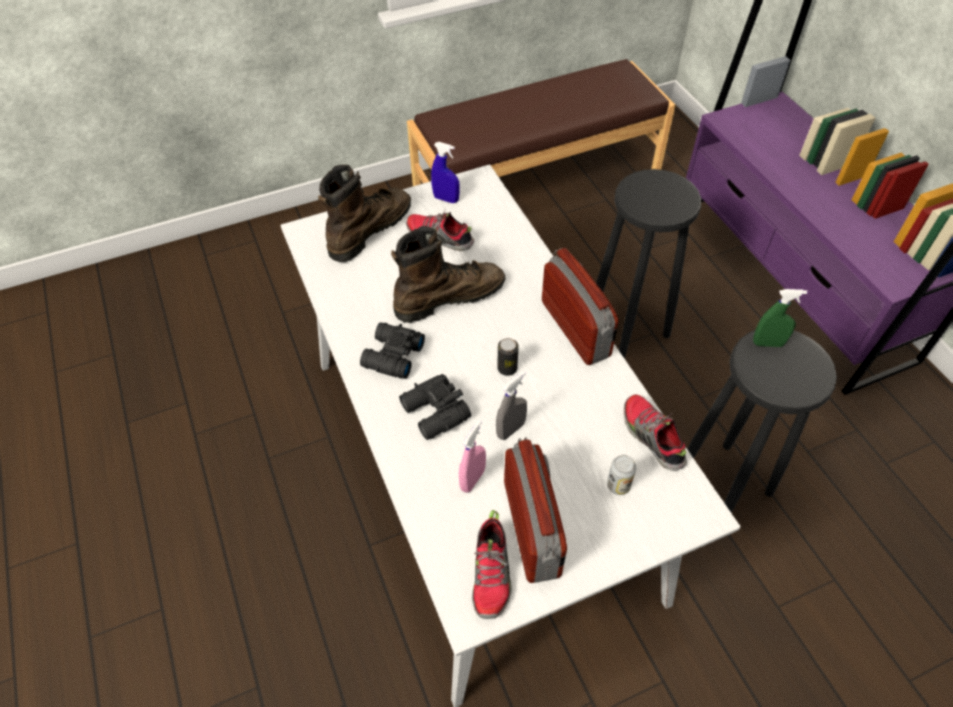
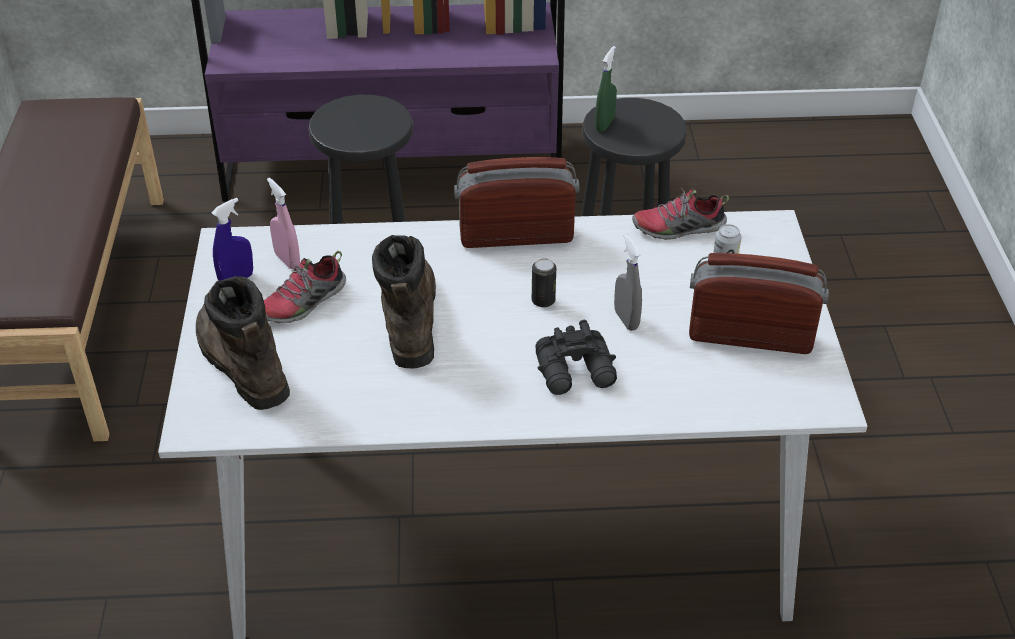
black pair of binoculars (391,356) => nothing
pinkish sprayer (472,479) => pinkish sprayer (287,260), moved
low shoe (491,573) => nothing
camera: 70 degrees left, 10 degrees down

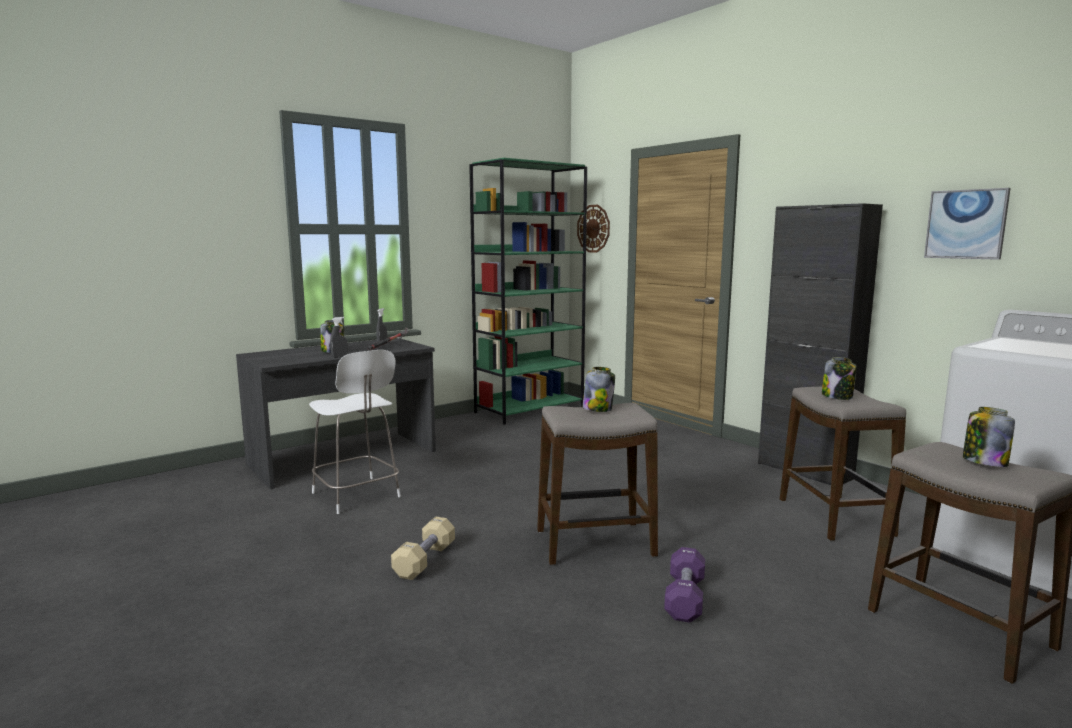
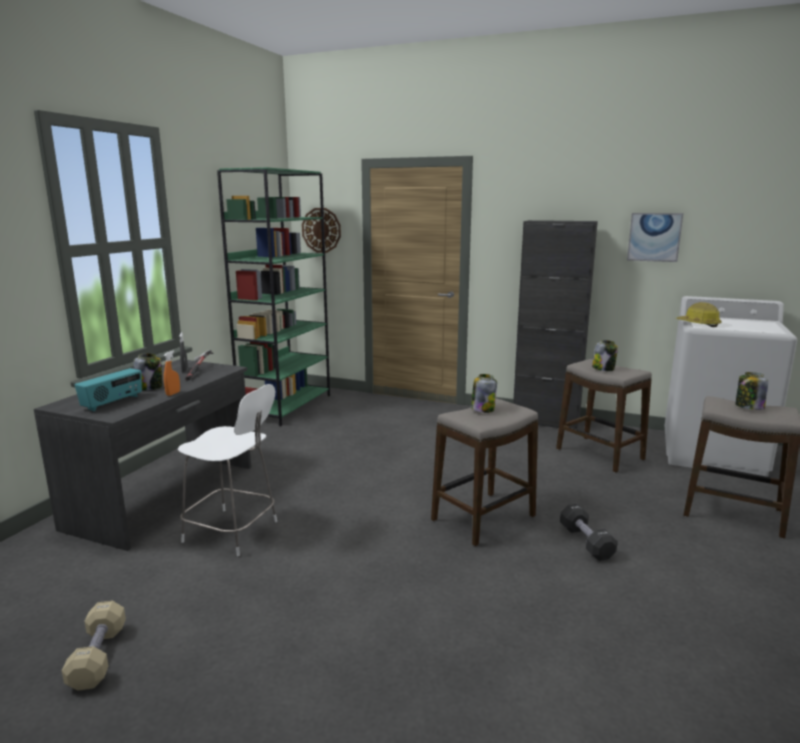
gray sprayer (339,357) => orange sprayer (173,393)
beige hand weight (425,561) => beige hand weight (98,657), moved
purple-coloured hand weight (685,598) => black hand weight (586,542)
nothing => radio receiver (113,403)
nothing => safety helmet (698,324)
camera: 30 degrees left, 5 degrees up

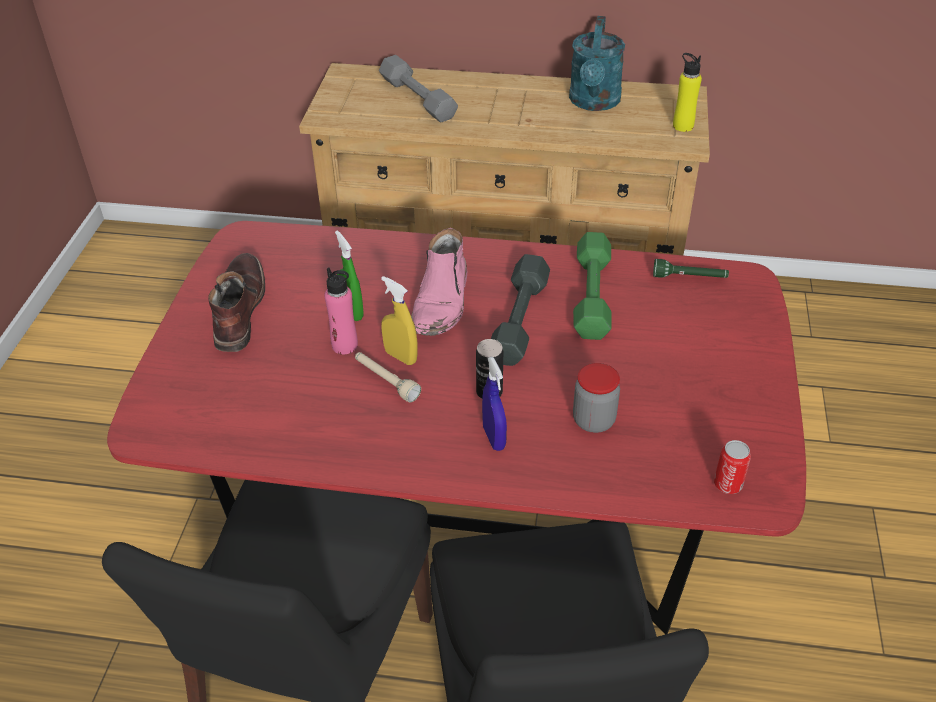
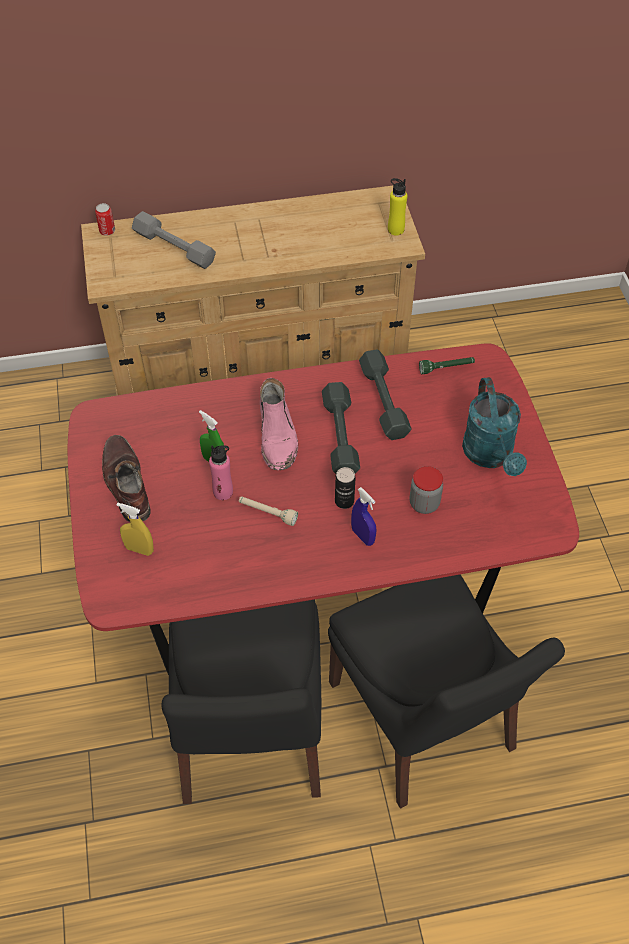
yellow sprayer (400,357) => yellow sprayer (139,549), moved
turquoise watering pot (594,103) => turquoise watering pot (491,456), moved
green-coloured hand weight (591,295) => gray hand weight (383,401)
can (728,484) => can (107,231), moved
camera: 20 degrees left, 10 degrees up

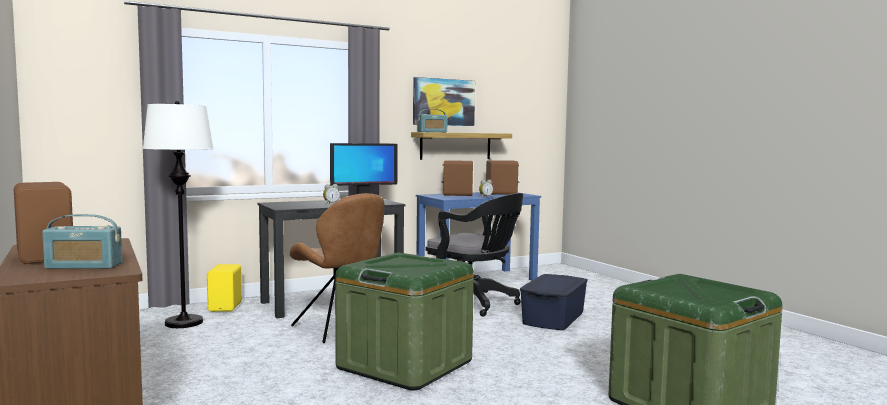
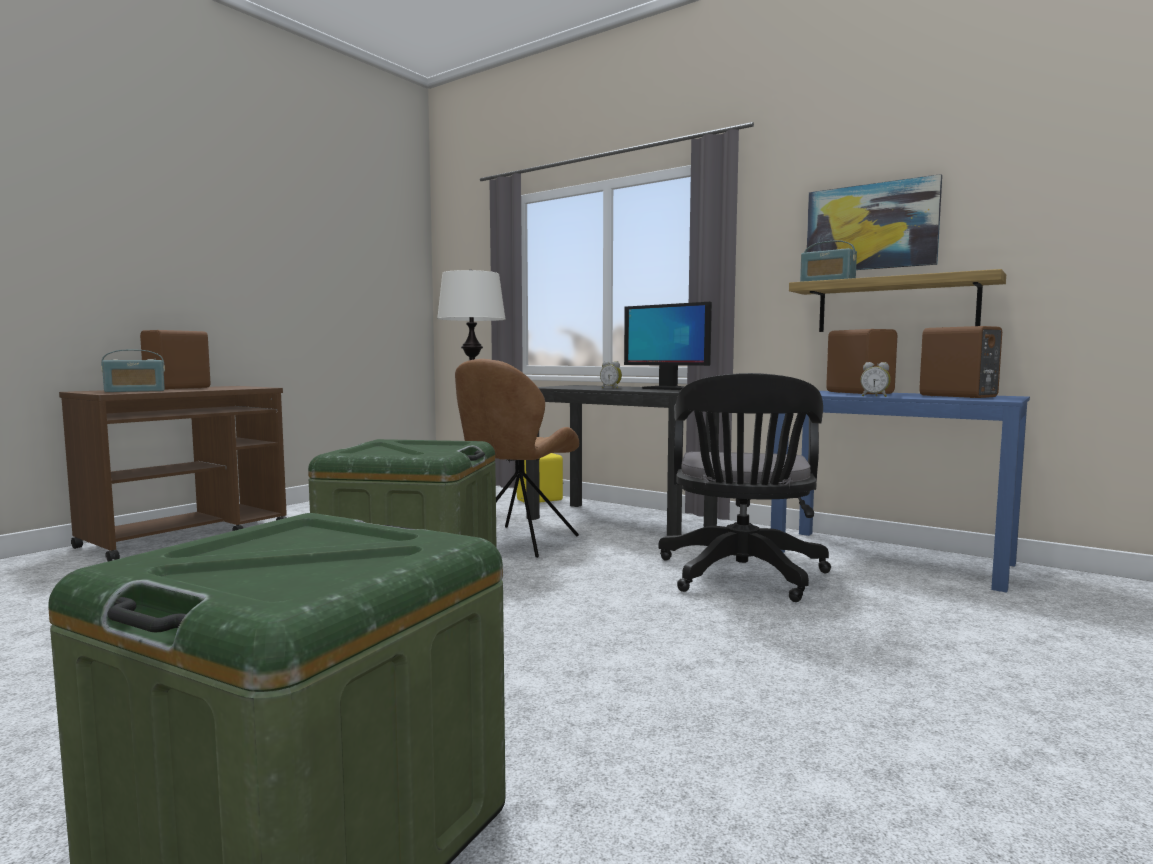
radio receiver (84,266) => radio receiver (135,391), 90 degrees counterclockwise
blue-coloured storage bin (553,318) => nothing
camera: 65 degrees right, 0 degrees up

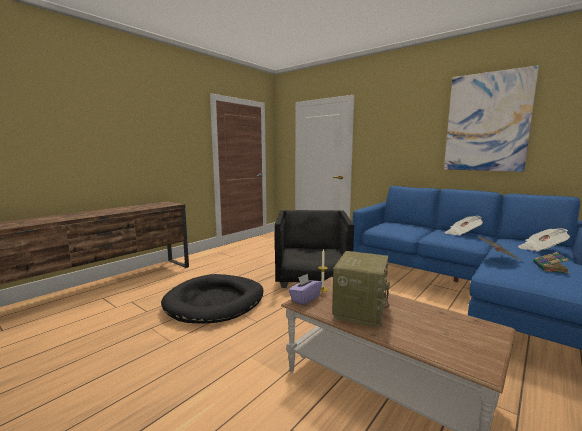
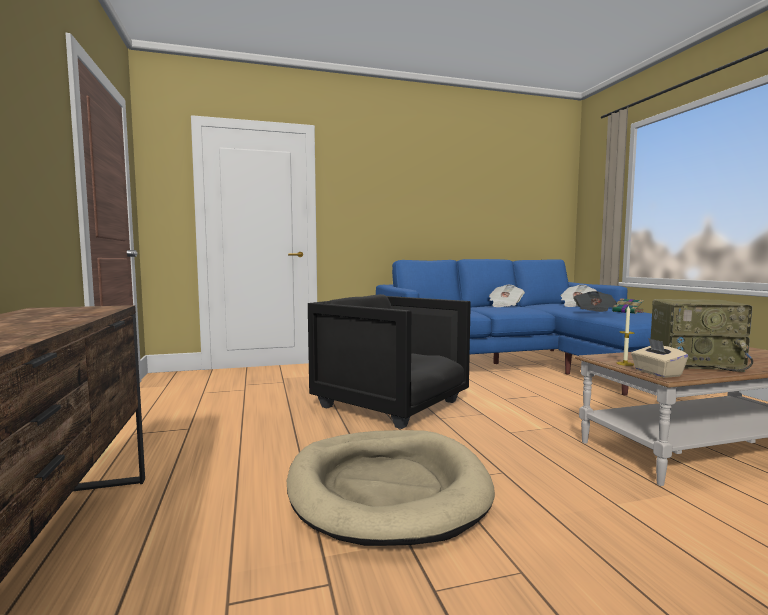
black dog bed (215,302) => beige dog bed (387,489)
purple-coloured tissue holder (305,299) => beige tissue holder (656,373)
radio receiver (359,309) => radio receiver (695,364), 135 degrees clockwise
wall picture (487,122) => nothing
camera: 55 degrees left, 5 degrees down

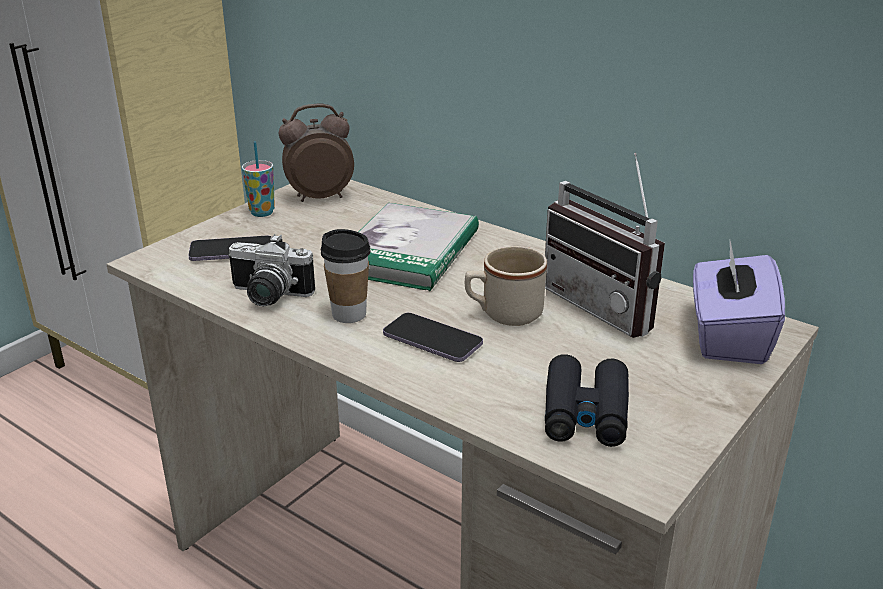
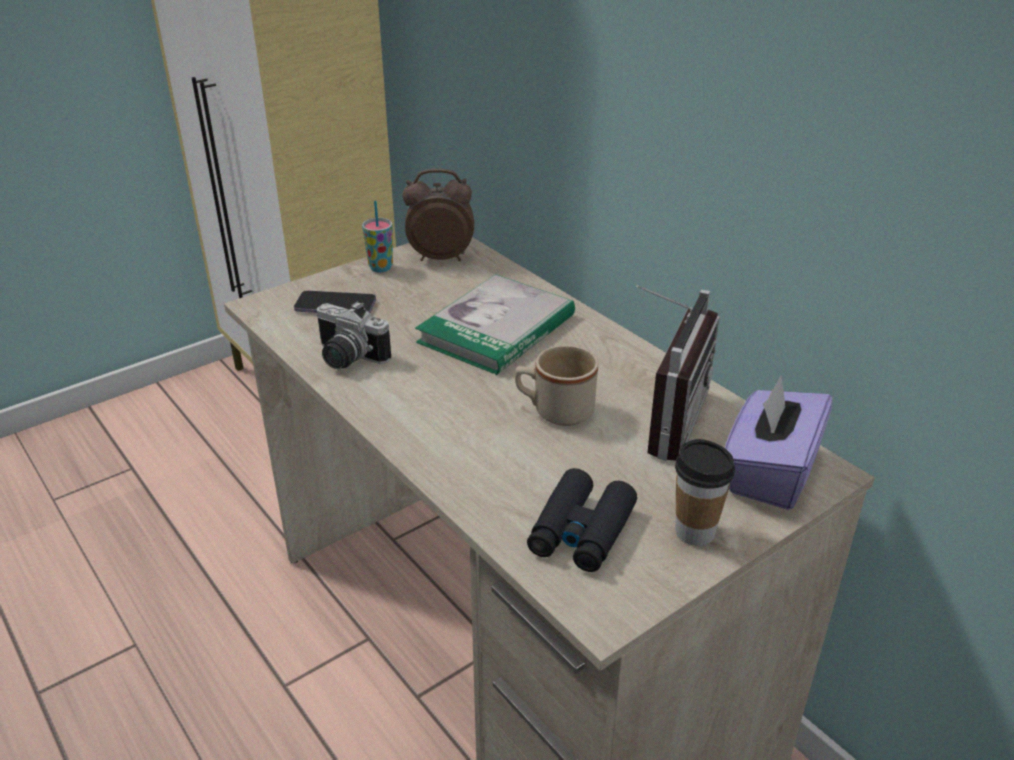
drinking cup (349,314) => drinking cup (694,532), moved
handset (432,340) => nothing
radio receiver (608,306) => radio receiver (662,418), 135 degrees counterclockwise
camera: 15 degrees right, 5 degrees up

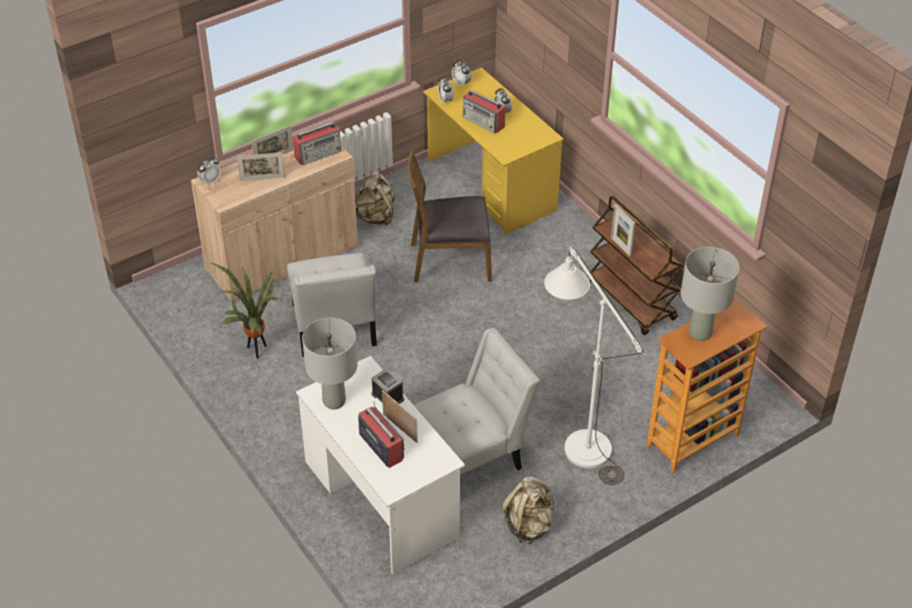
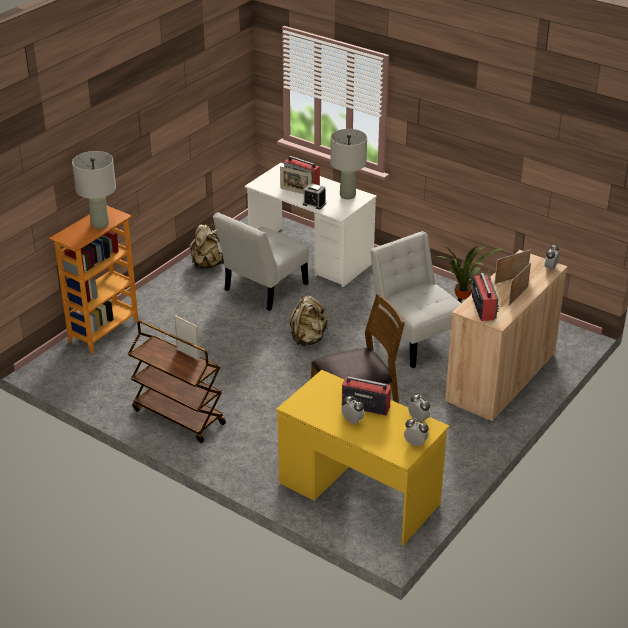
radio receiver (318,154) => radio receiver (483,307), 135 degrees clockwise
beige knapsack (375,217) => beige knapsack (308,338), moved
white-coloured standard lamp (579,440) => nothing
camera: 160 degrees right, 10 degrees down

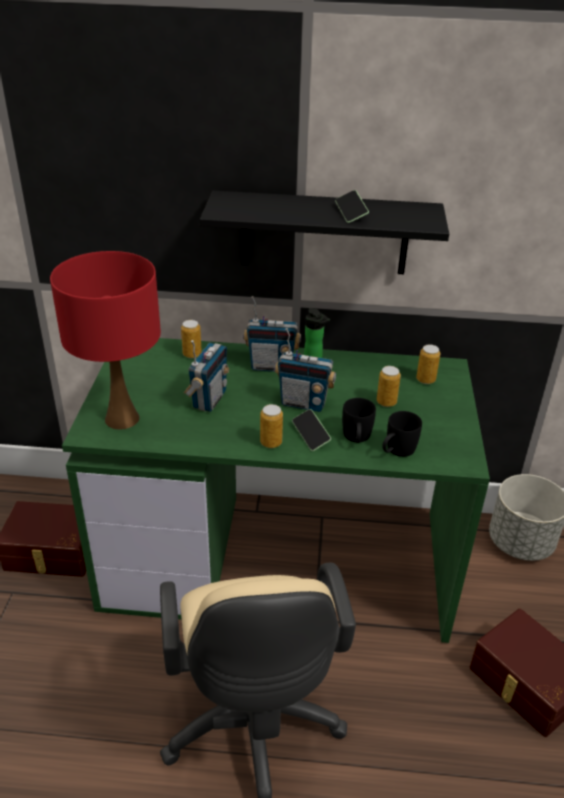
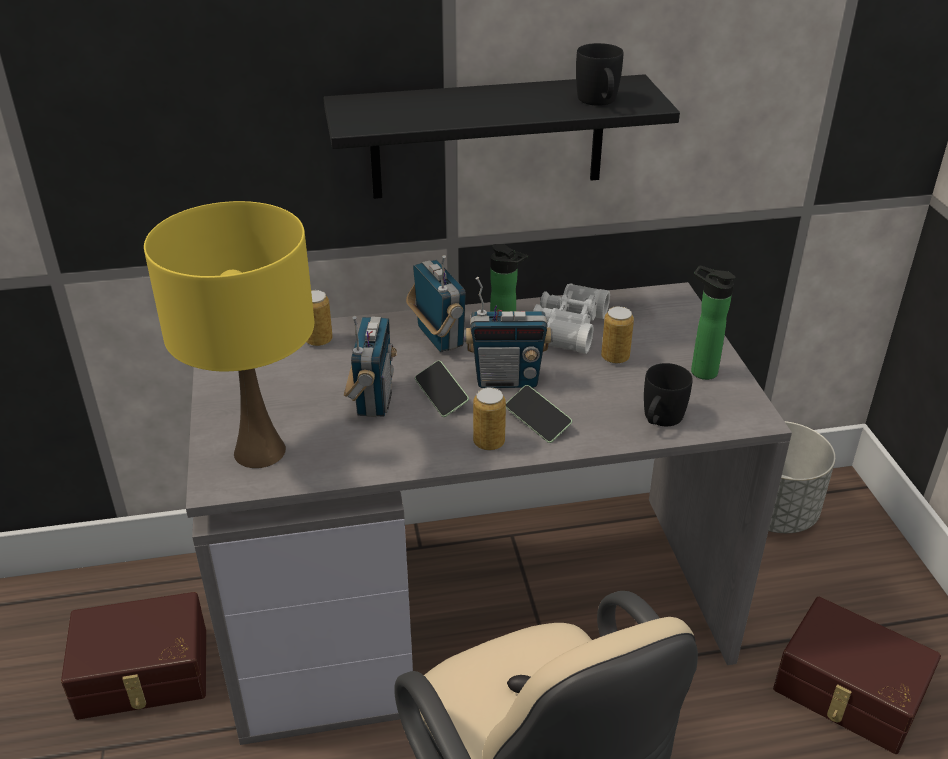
red tabletop lamp (121,419) => yellow tabletop lamp (258,451)
green-coloured desk unit (280,558) => gray desk unit (476,604)
radio receiver (271,366) => radio receiver (438,337), 105 degrees counterclockwise
handset (351,213) => handset (441,396), moved
black mug (356,438) => black mug (599,102), moved
can (425,380) => nothing
nothing => white-coloured pair of binoculars (567,327)
nothing => bottle (700,371)
camera: 15 degrees left, 0 degrees up

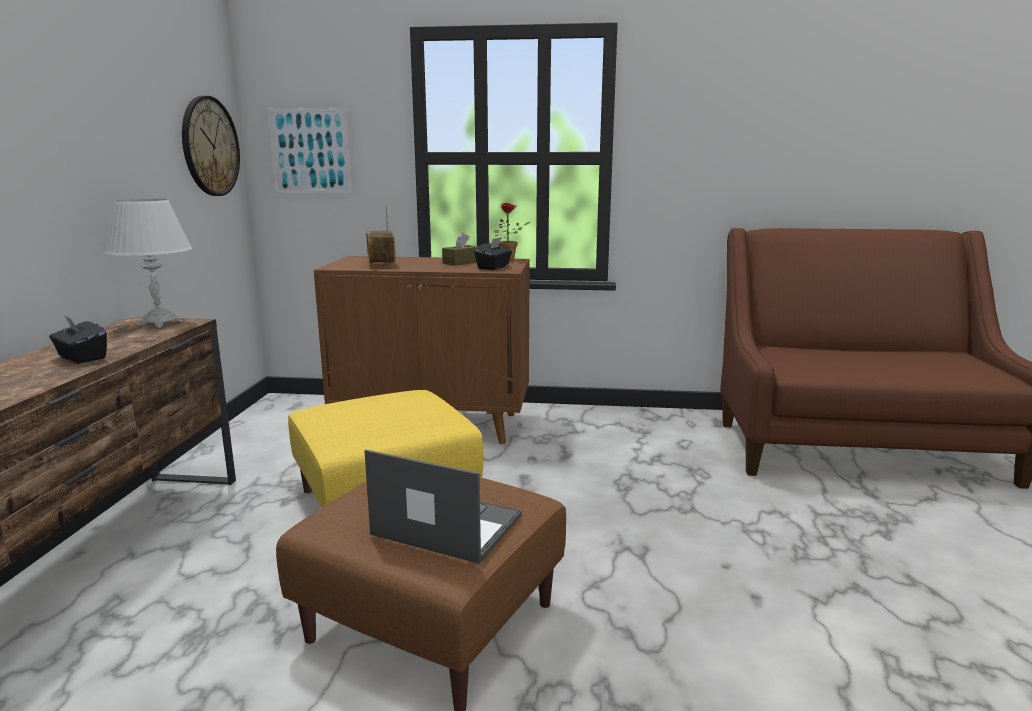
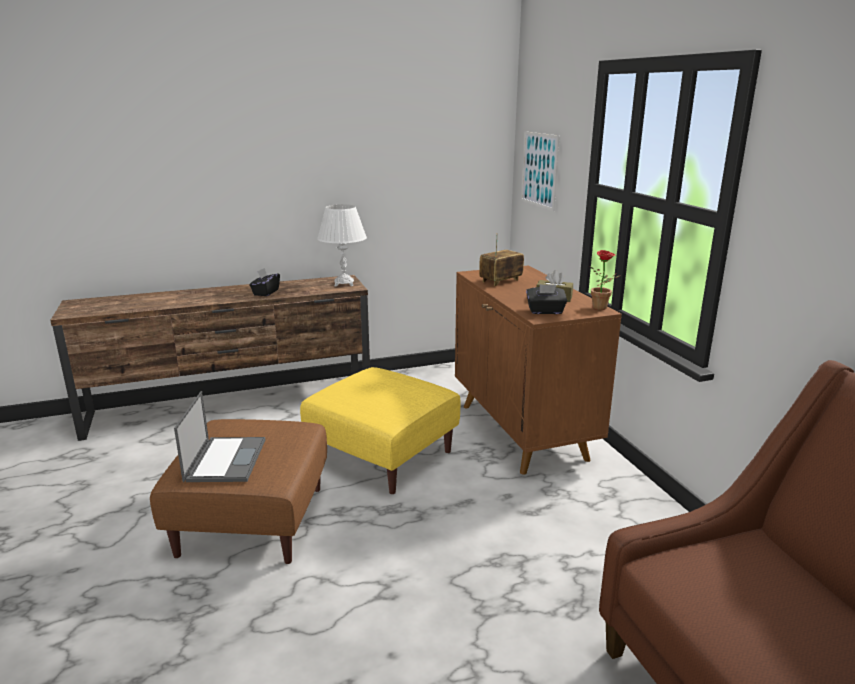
clock on the wall (210,146) => nothing
camera: 65 degrees right, 5 degrees up

